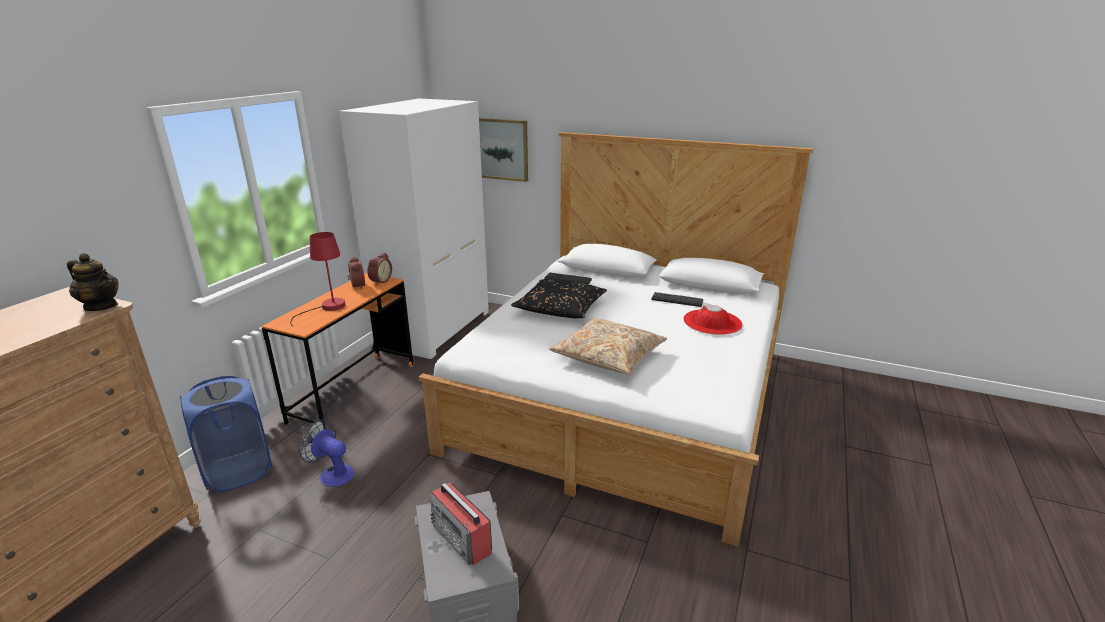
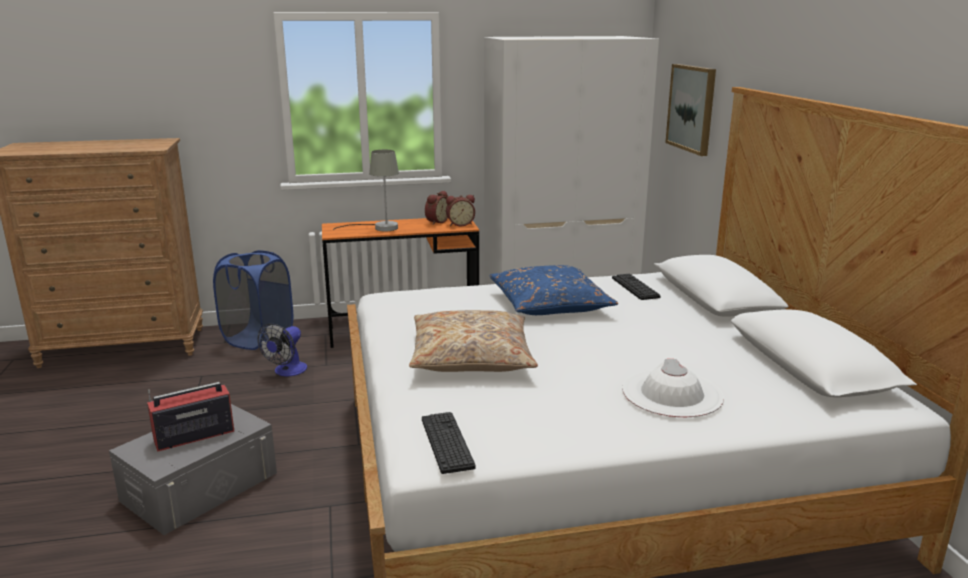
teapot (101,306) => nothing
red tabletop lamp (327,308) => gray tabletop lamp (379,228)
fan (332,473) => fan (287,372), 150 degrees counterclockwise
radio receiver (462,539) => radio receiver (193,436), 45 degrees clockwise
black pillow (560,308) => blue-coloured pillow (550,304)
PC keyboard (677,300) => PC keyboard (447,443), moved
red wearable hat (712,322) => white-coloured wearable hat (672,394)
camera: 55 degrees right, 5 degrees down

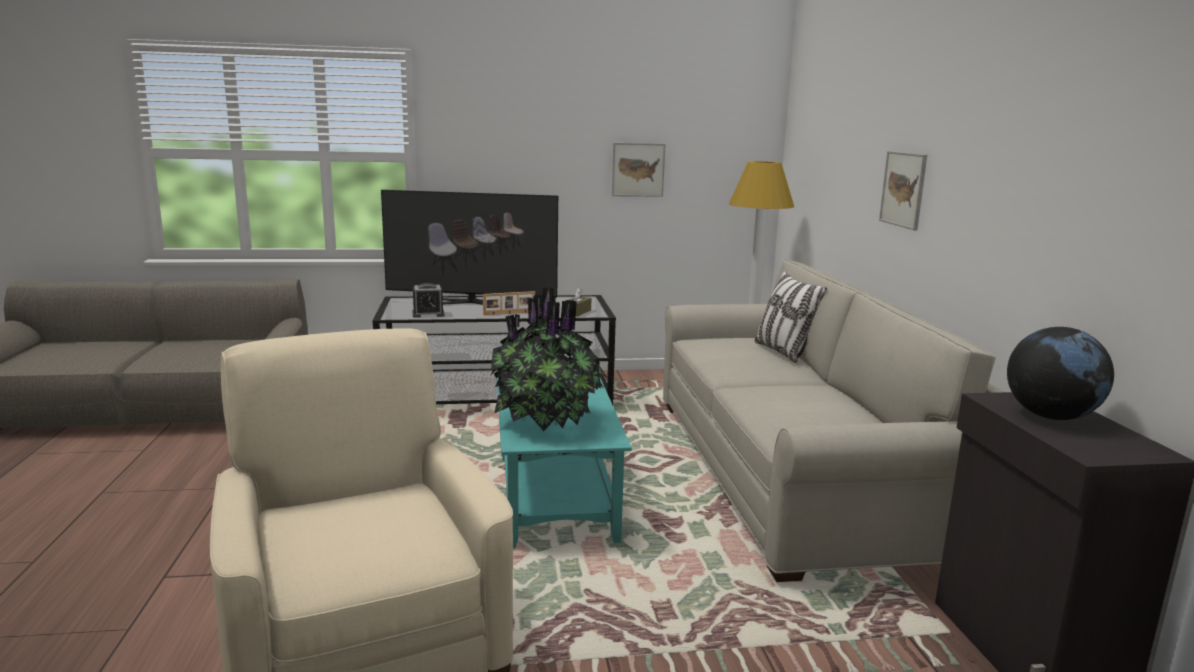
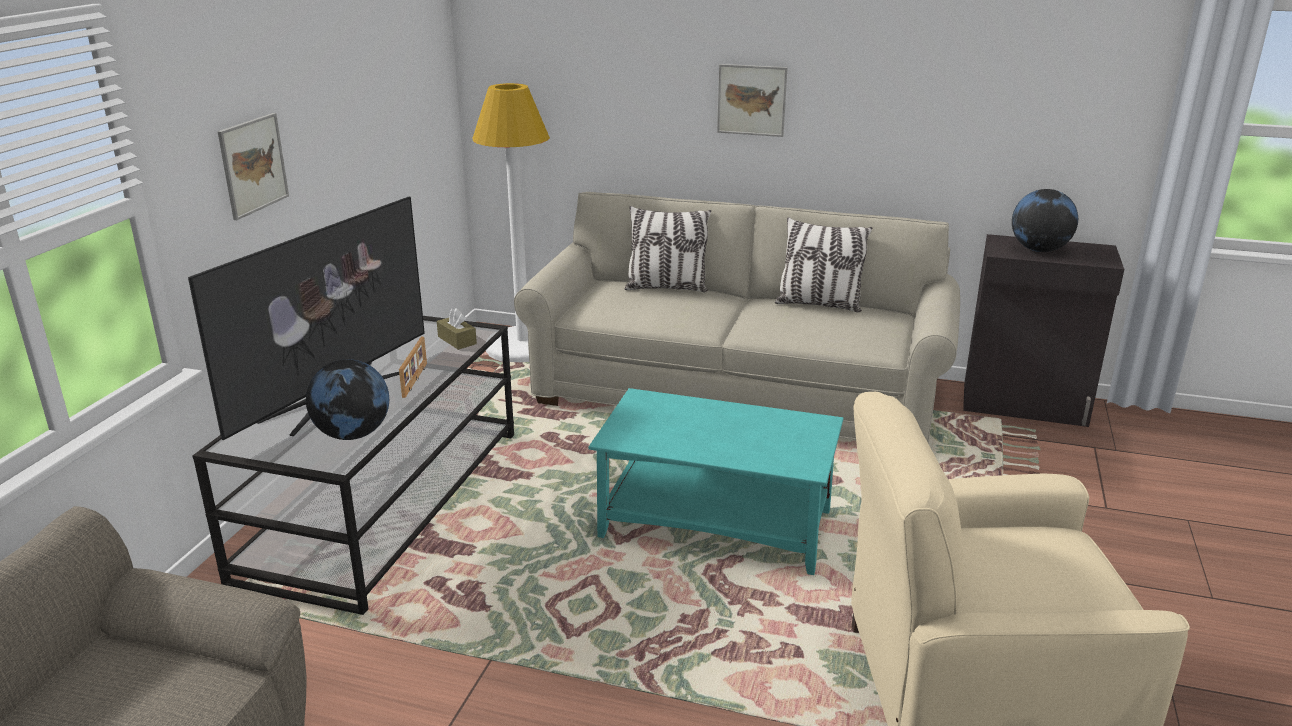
bedside clock (428,314) => globe (353,434)
houseplant (548,421) => nothing
wall picture (638,169) => wall picture (253,165), moved
nothing => pillow (819,305)
camera: 65 degrees left, 10 degrees up

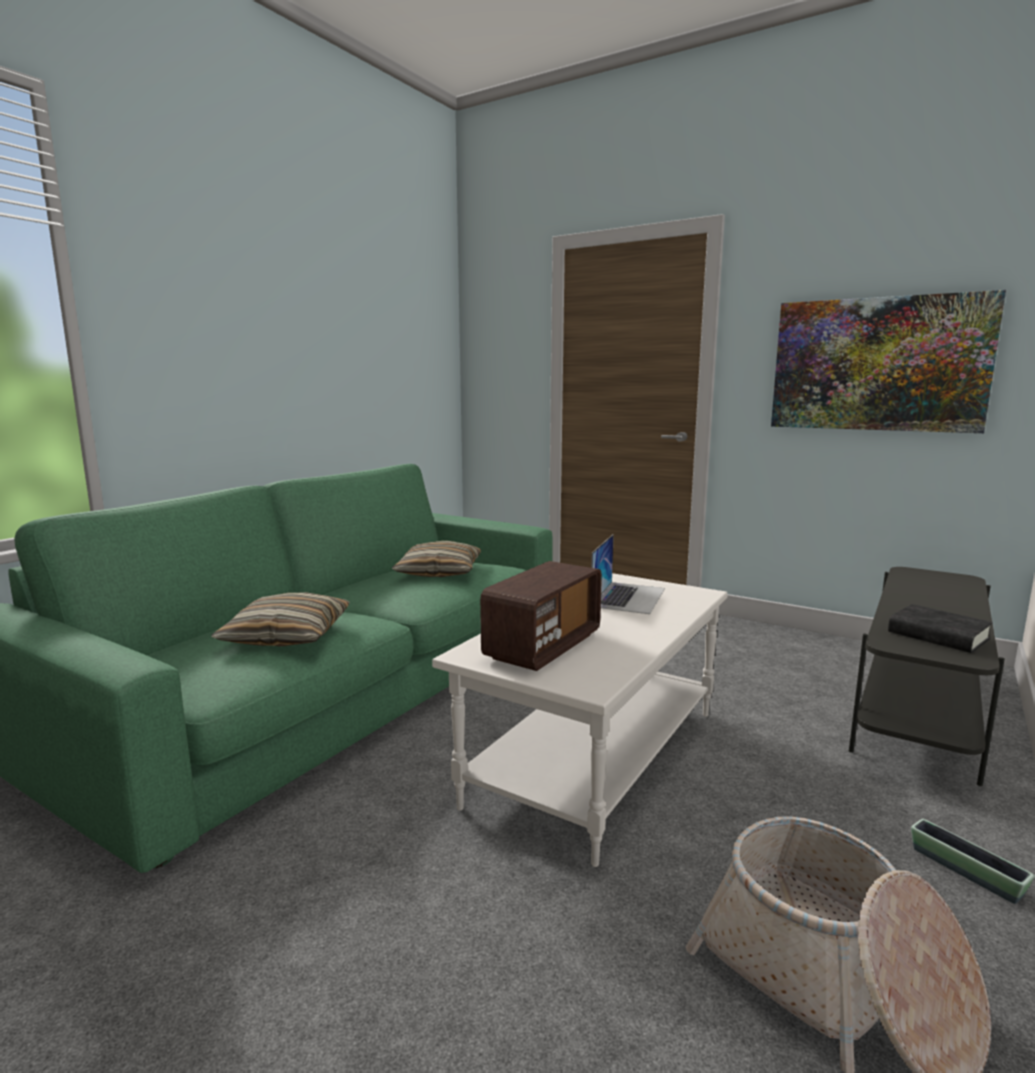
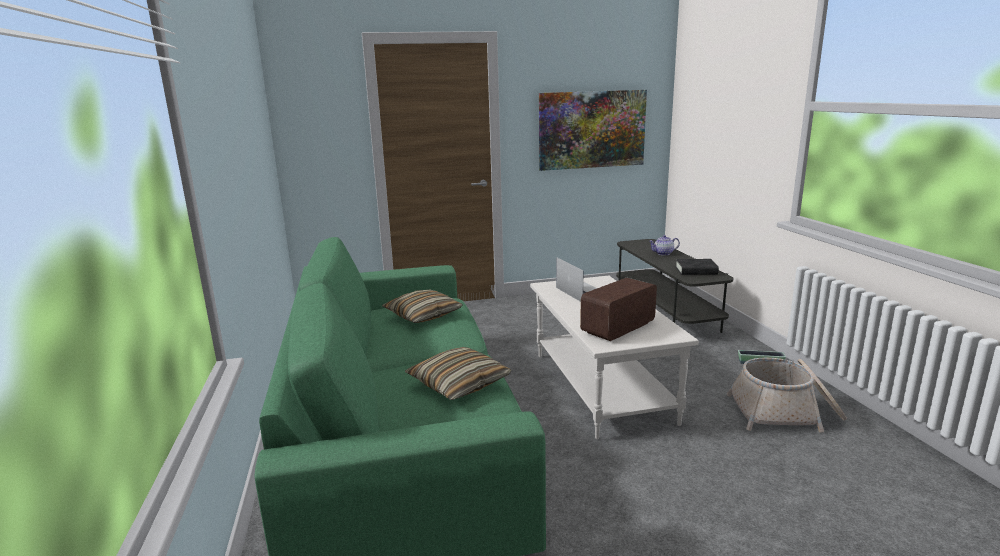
radio receiver (543,646) => radio receiver (618,328), 120 degrees counterclockwise
nothing => teapot (663,253)
camera: 45 degrees left, 5 degrees up

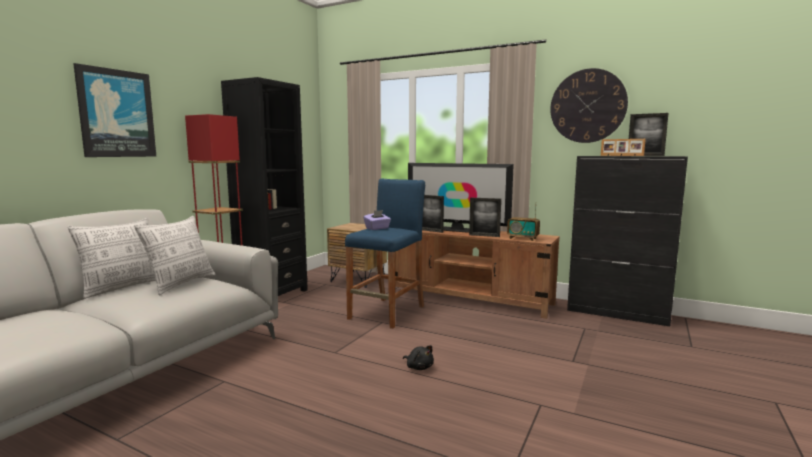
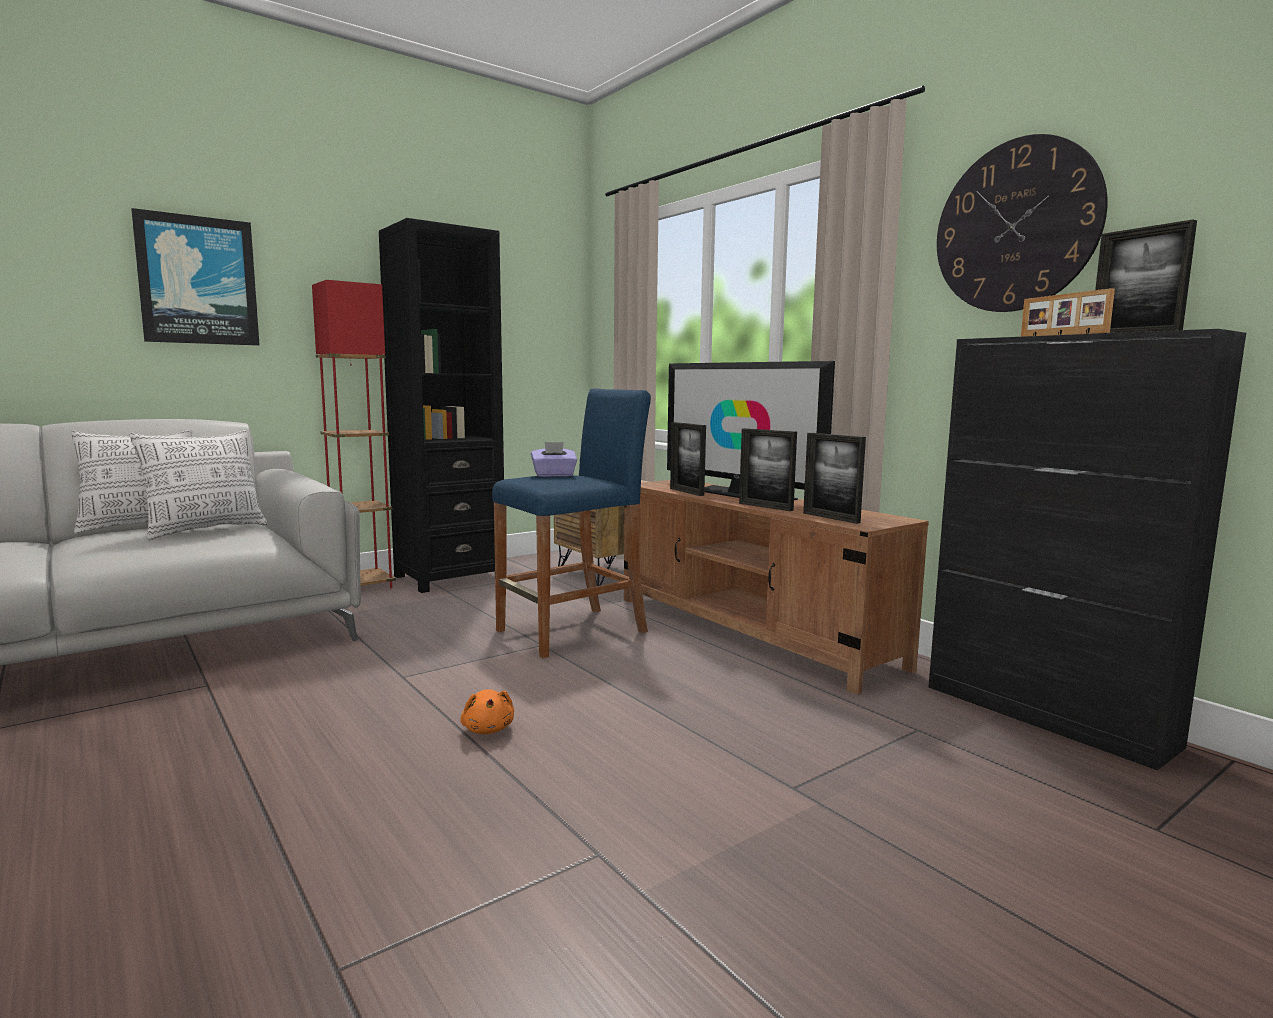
black plush toy (419,367) => orange plush toy (488,729)
radio receiver (523,238) => standing frame (830,518)
camera: 25 degrees right, 0 degrees up

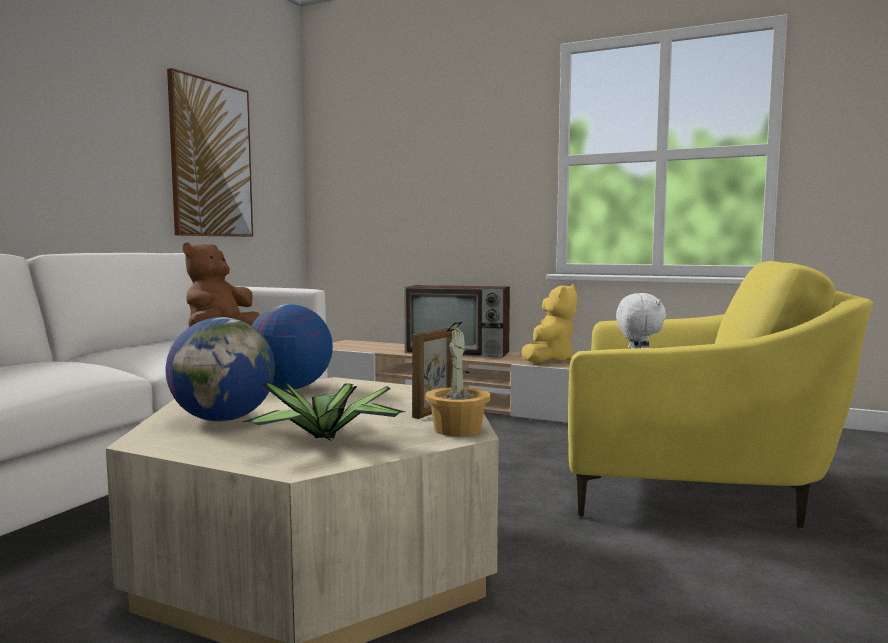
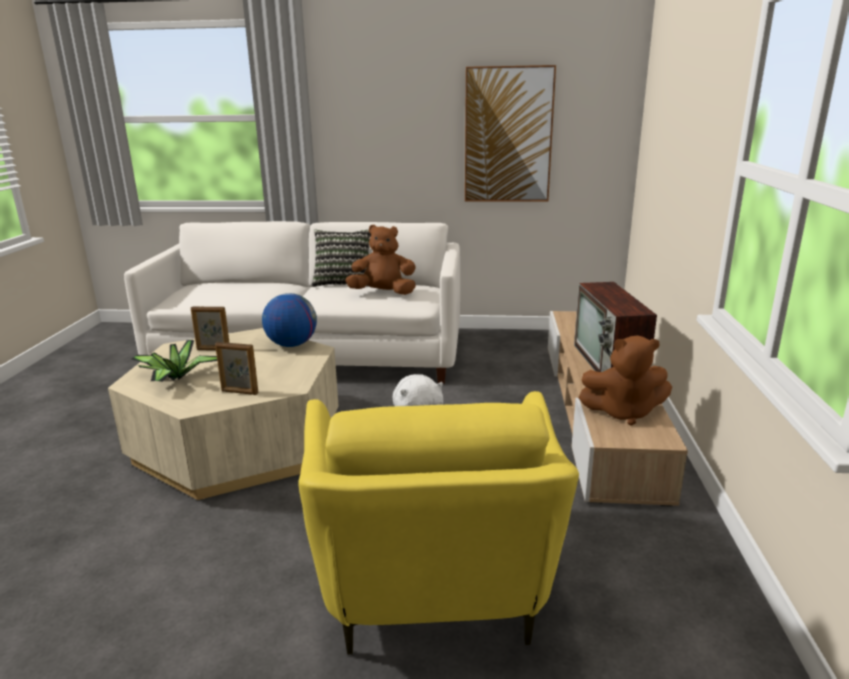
globe (224,419) => standing frame (213,349)
houseplant (458,430) => nothing
yellow plush toy (548,360) => brown-coloured plush toy (623,412)
nothing => pillow (344,283)
camera: 70 degrees right, 15 degrees up

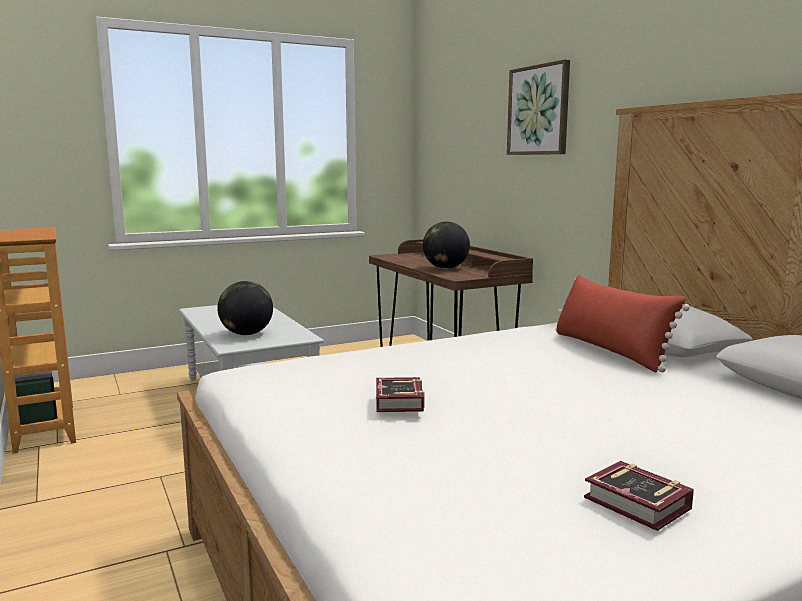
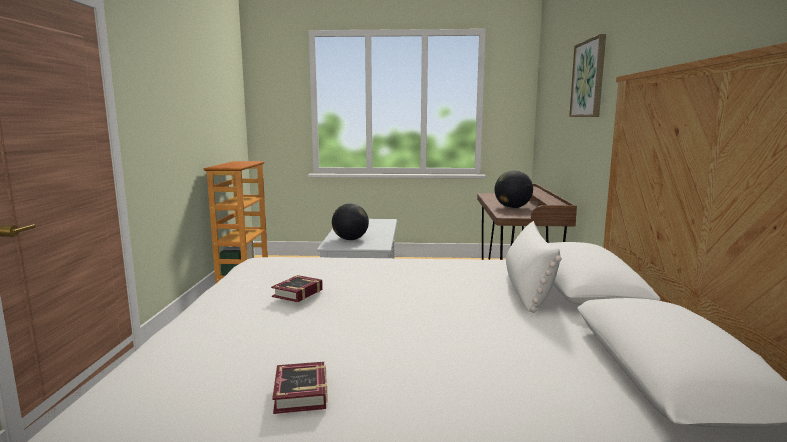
red pillow (609,350) => white-coloured pillow (527,288)
camera: 30 degrees right, 0 degrees up

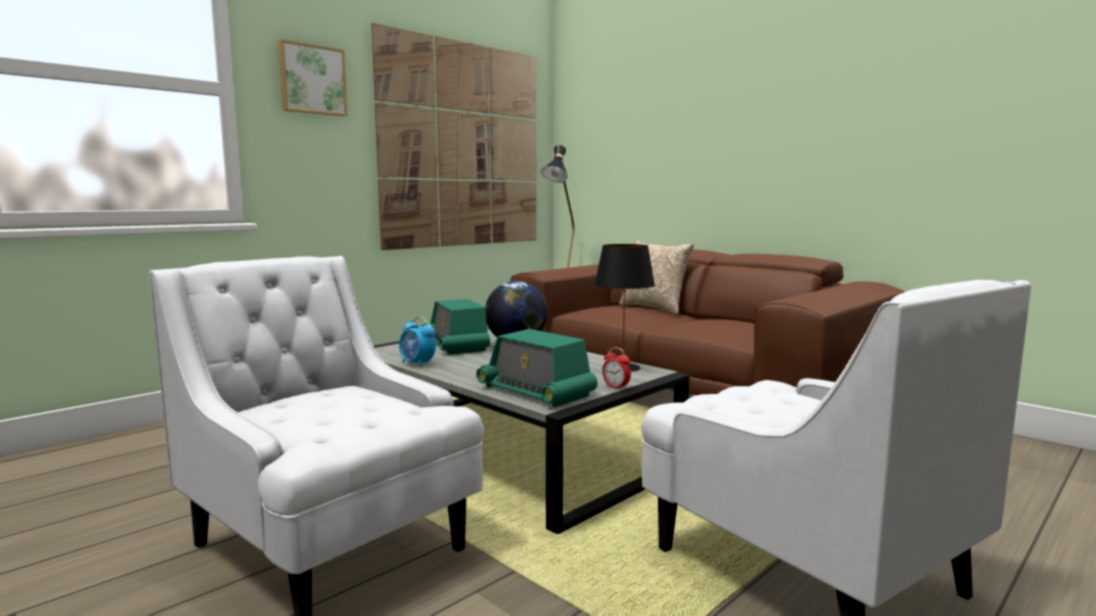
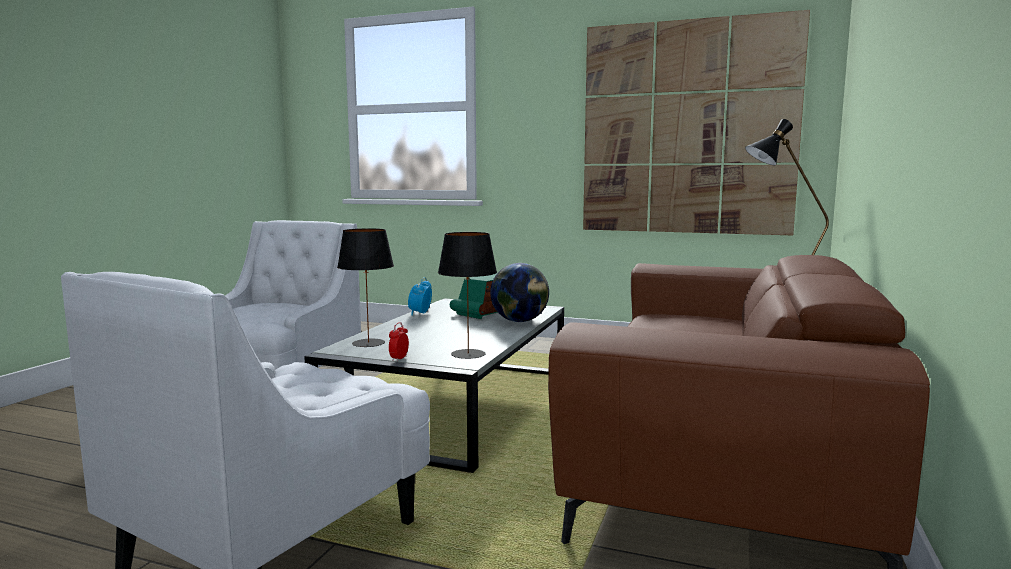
wall picture (312,80) => nothing
radio receiver (536,391) => black tabletop lamp (369,343)
pillow (654,308) => nothing
camera: 65 degrees right, 0 degrees up

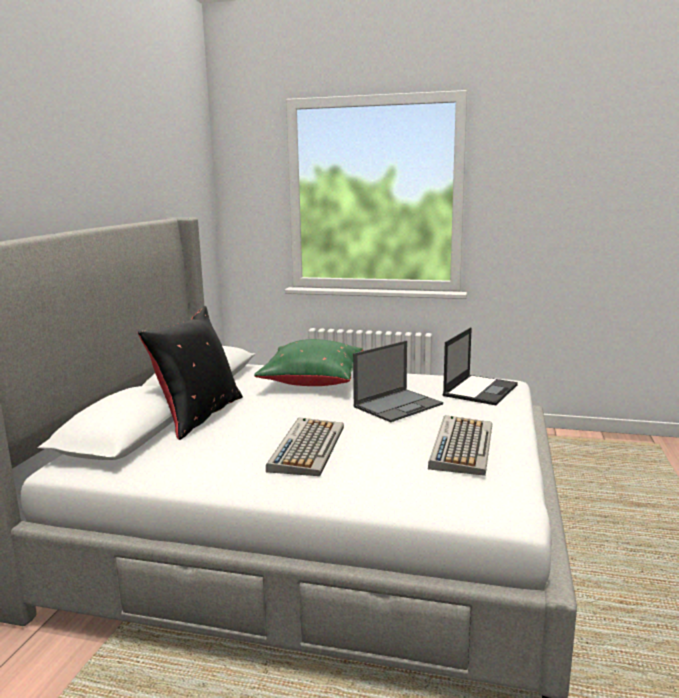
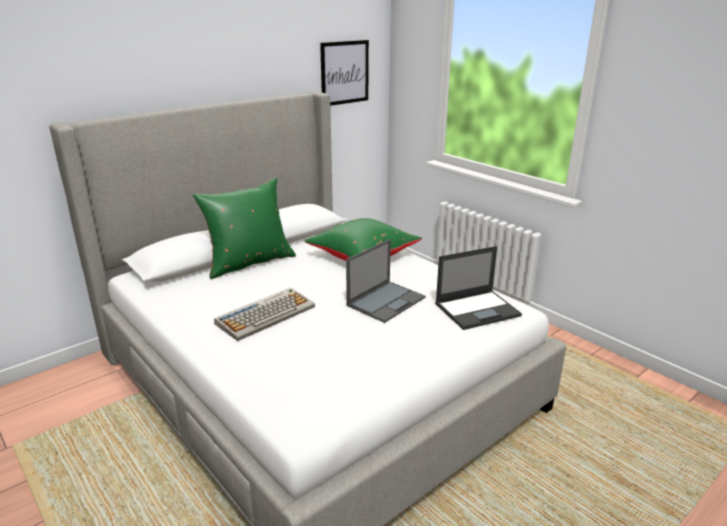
black pillow (198,415) => green-coloured pillow (249,262)
laptop (398,405) => laptop (386,301), 45 degrees counterclockwise
PC keyboard (461,446) => nothing
nothing => wall picture (344,72)
camera: 35 degrees right, 10 degrees up

